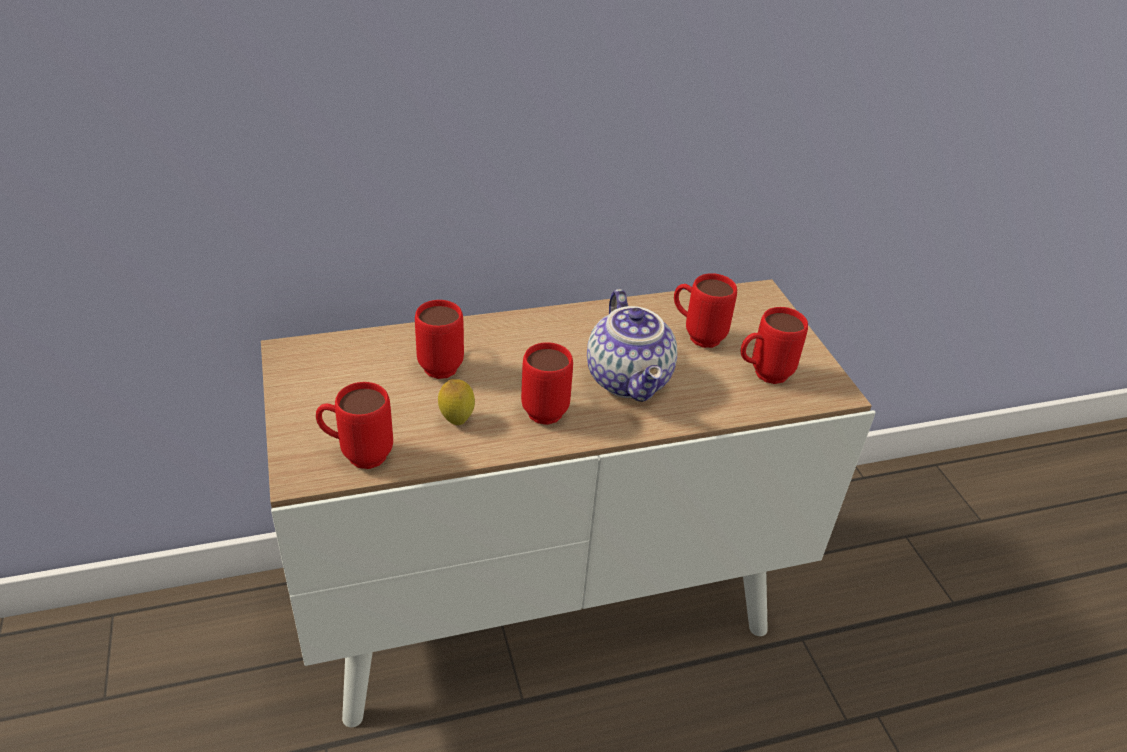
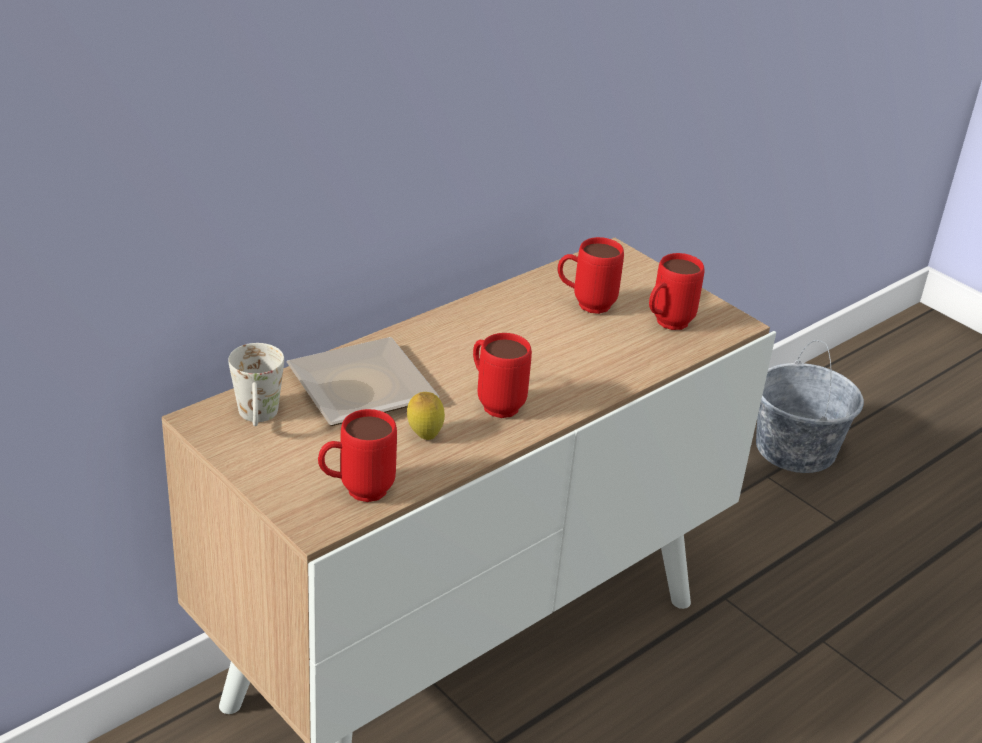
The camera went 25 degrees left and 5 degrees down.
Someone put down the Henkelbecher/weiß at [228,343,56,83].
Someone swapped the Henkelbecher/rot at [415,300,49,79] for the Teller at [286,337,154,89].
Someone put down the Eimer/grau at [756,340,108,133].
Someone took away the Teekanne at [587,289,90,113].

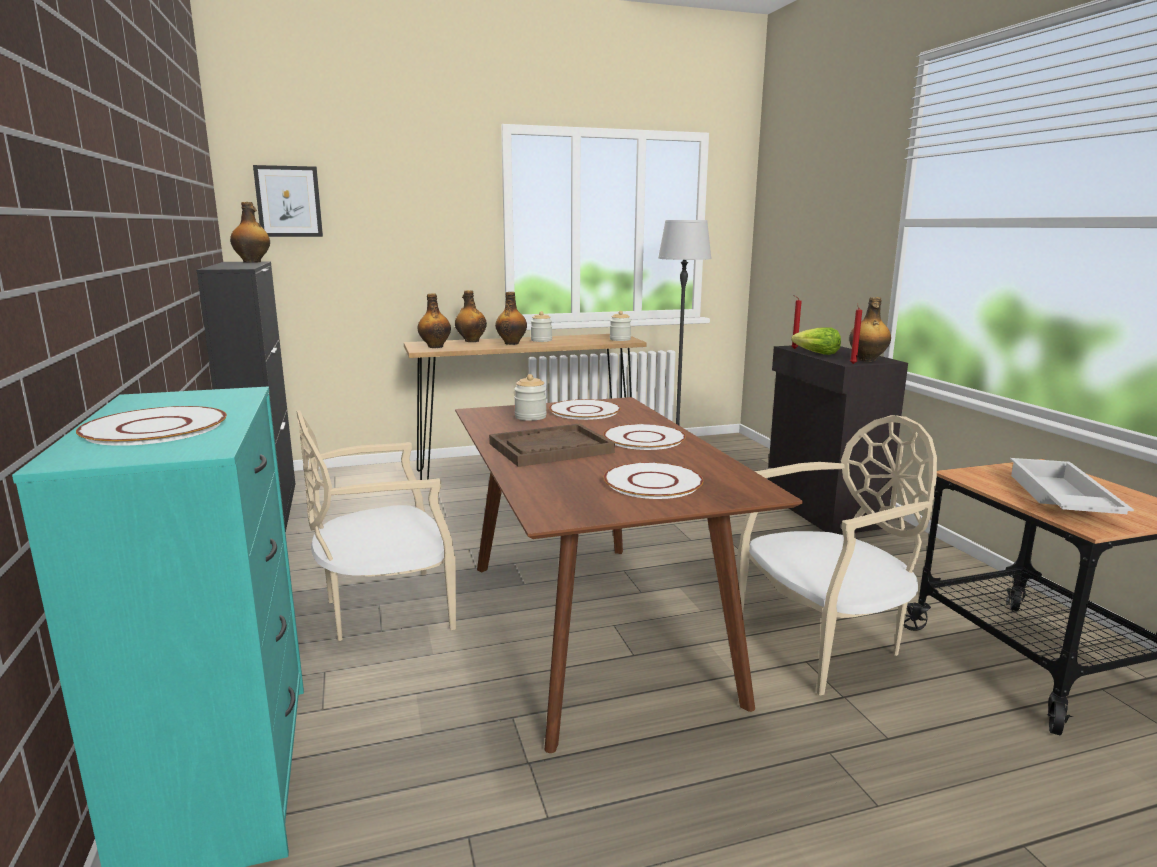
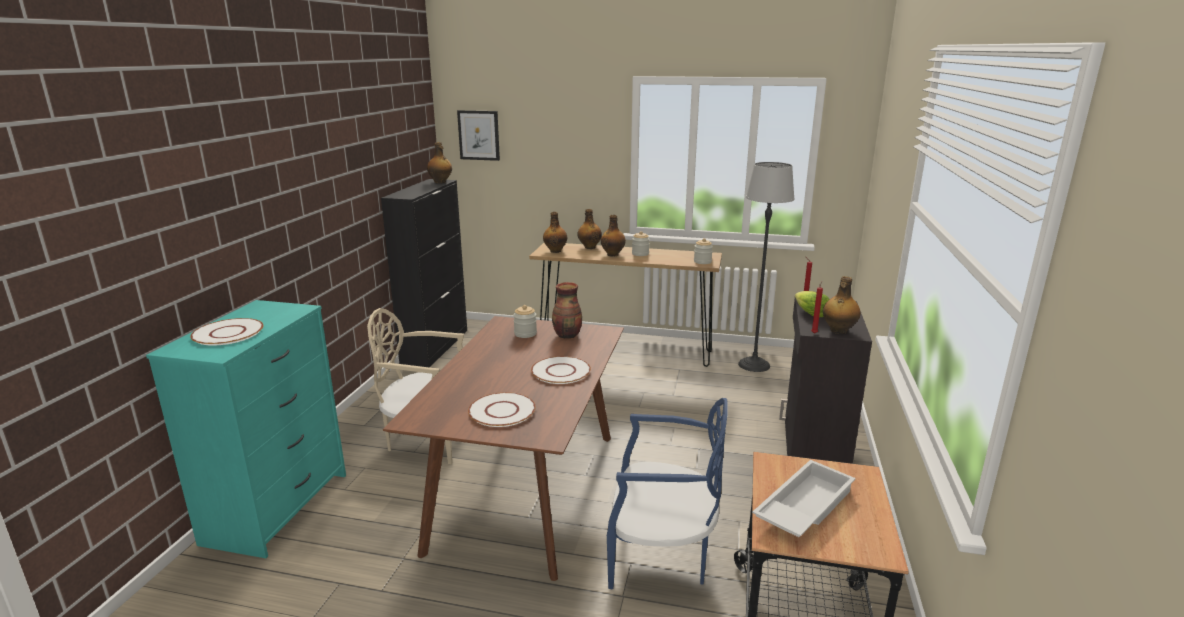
The camera went 30 degrees right and 5 degrees up.
Someone swapped the Teller/weiß at [549,399,72,21] for the Vase at [552,282,30,57].
Someone repainted the Stuhl/beige at [737,415,200,281], which became the Stuhl/blau at [607,398,121,191].
Someone took away the Tablett/braun at [489,424,126,43].

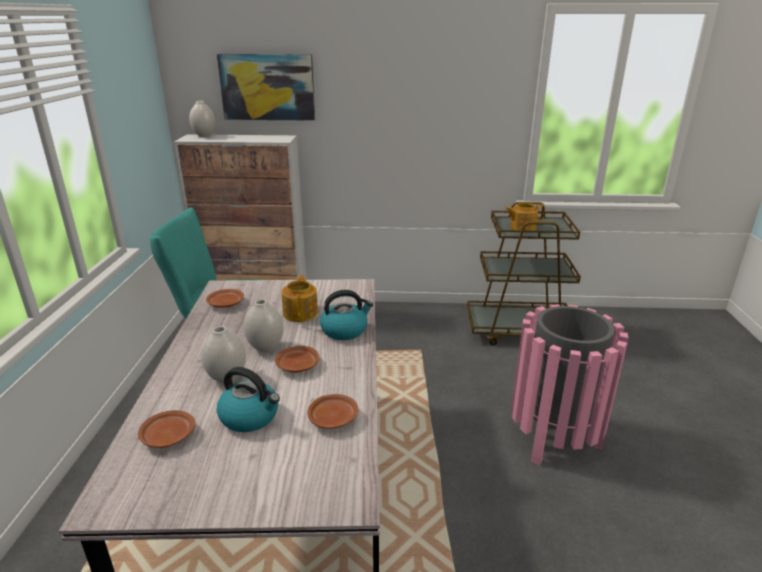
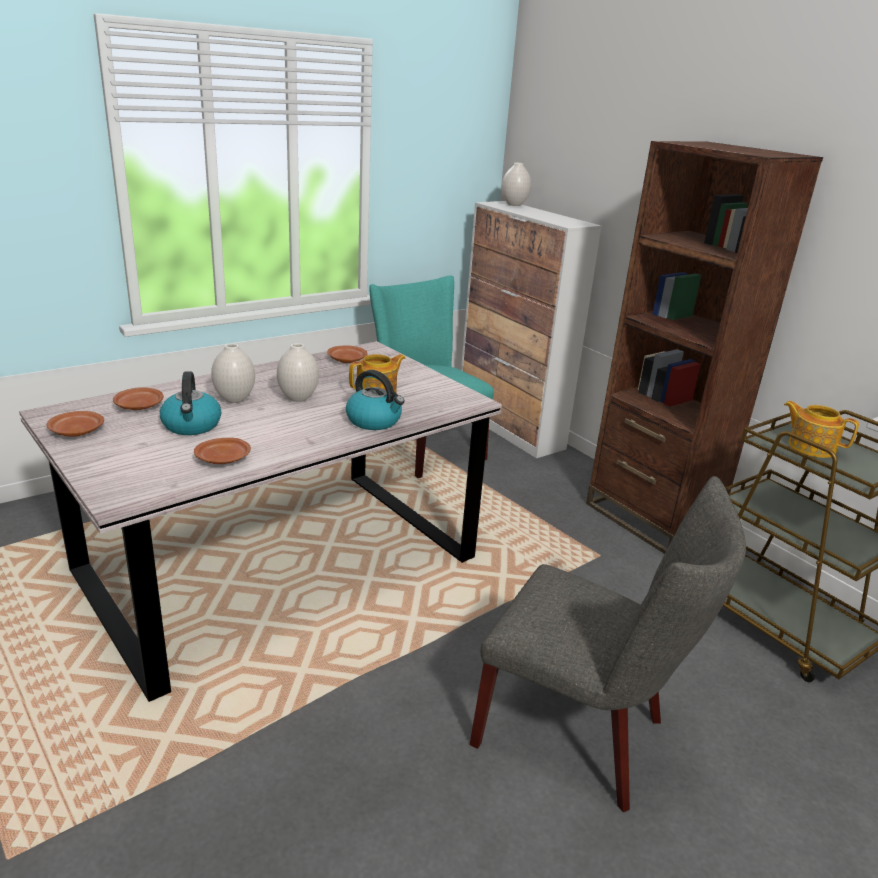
The camera went 50 degrees right and 0 degrees up.
Someone carried the Teller/braun from [275,346,44,27] to [47,411,57,26].
Someone swapped the Mülleimer/rosa at [511,304,118,162] for the Stuhl/grau at [470,476,276,336].
Someone put down the Bücherregal/braun at [586,141,237,413].
Someone took away the Bild at [217,54,98,67].

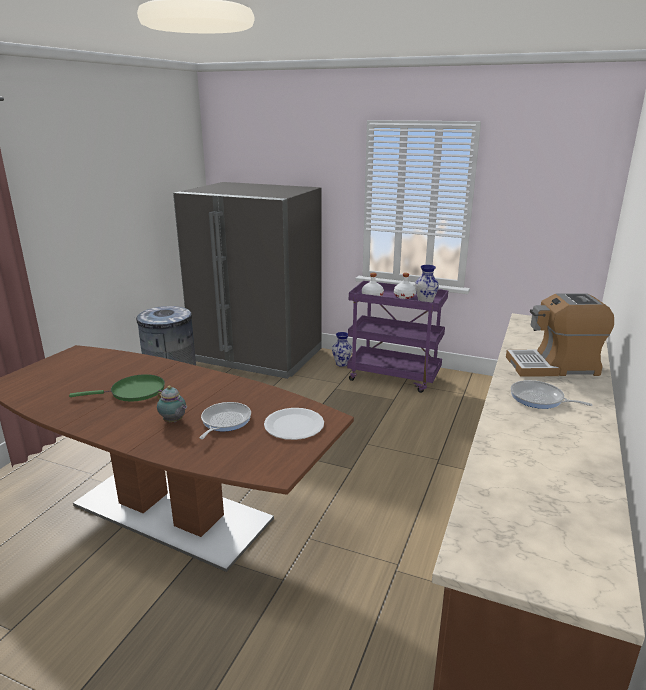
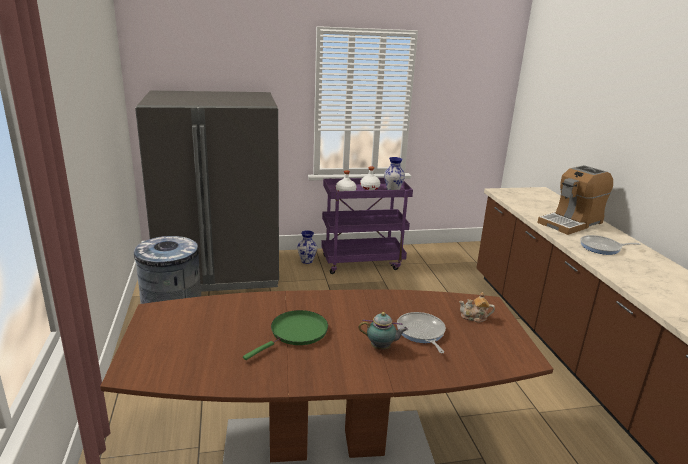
The camera went 35 degrees left and 0 degrees up.
Someone swapped the Teller/weiß at [264,408,60,32] for the Teekanne at [459,292,36,31].

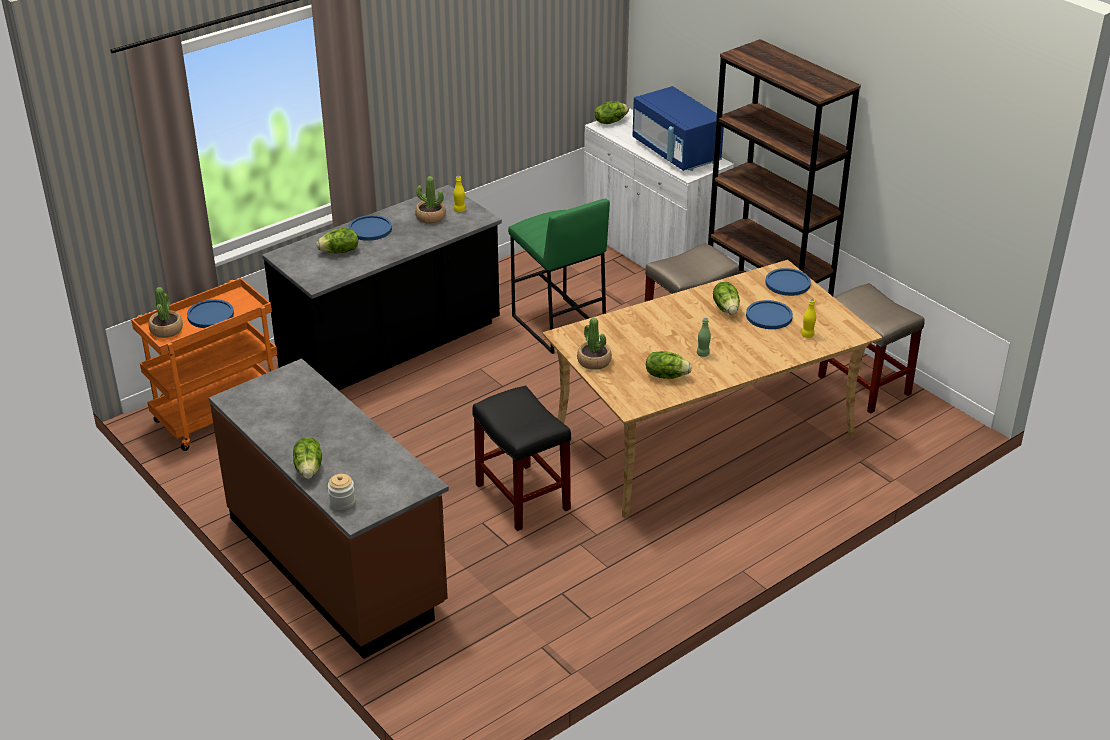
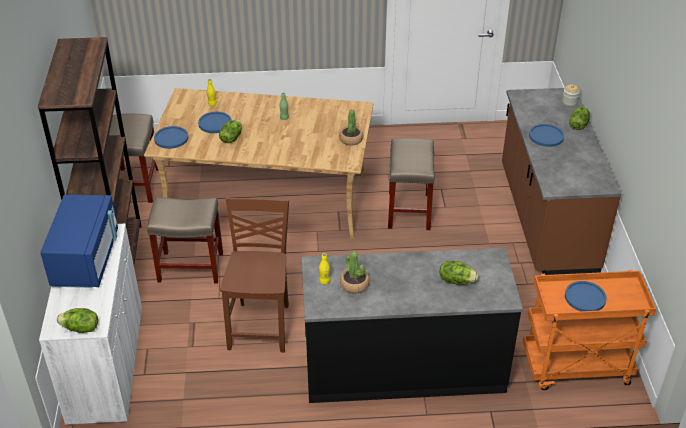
The camera went 145 degrees left and 5 degrees up.
Someone swapped the Hocker/grün at [508,199,102,155] for the Stuhl/braun at [220,197,69,156].
Someone repainted the Hocker/schwarz at [472,385,99,146], which became the Hocker/beige at [388,138,47,92].
Someone carried the Teller/blau from [348,215,44,26] to [529,124,35,23].
Someone took away the Topfpflanze at [148,287,35,51].
Someone took away the Salatkopf at [646,351,46,28].

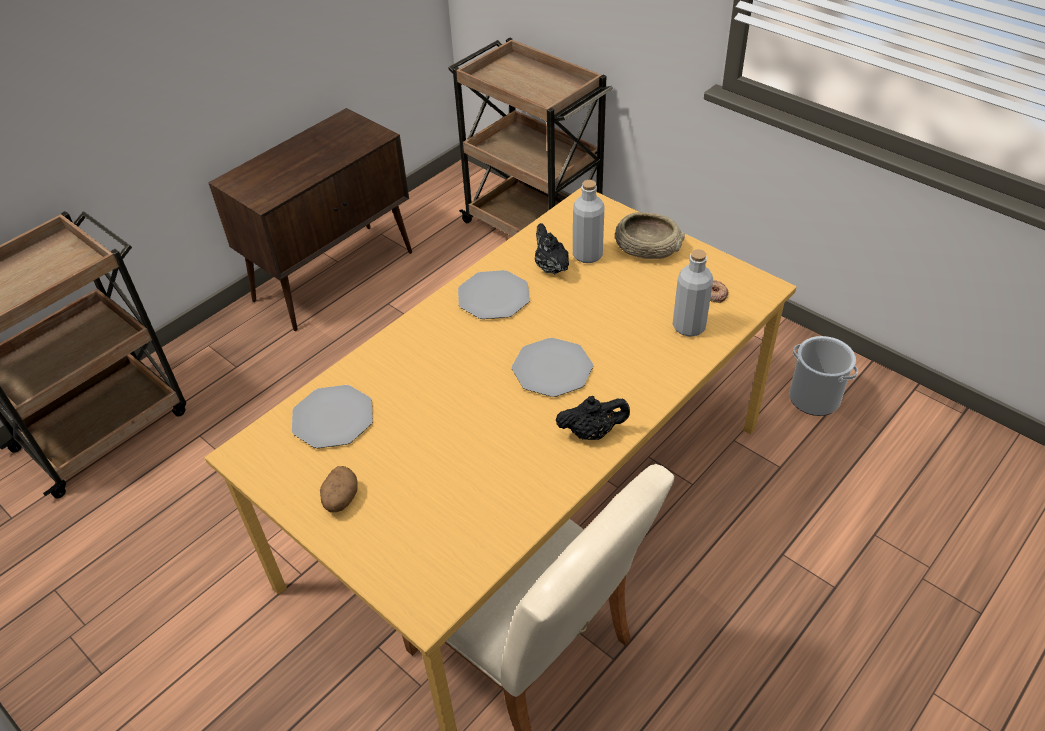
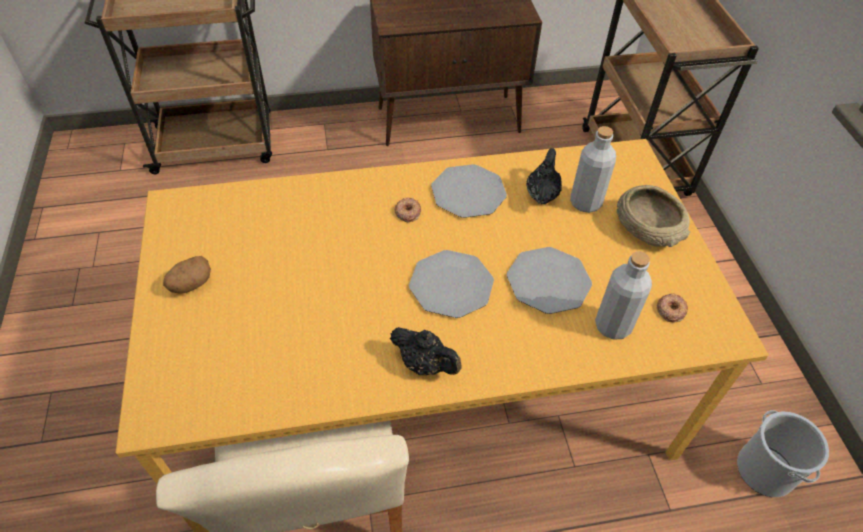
The camera went 35 degrees right and 5 degrees up.
Someone put down the Donut at [395,197,26,25].
Someone carried the Teller from [292,385,81,63] to [507,247,85,67].

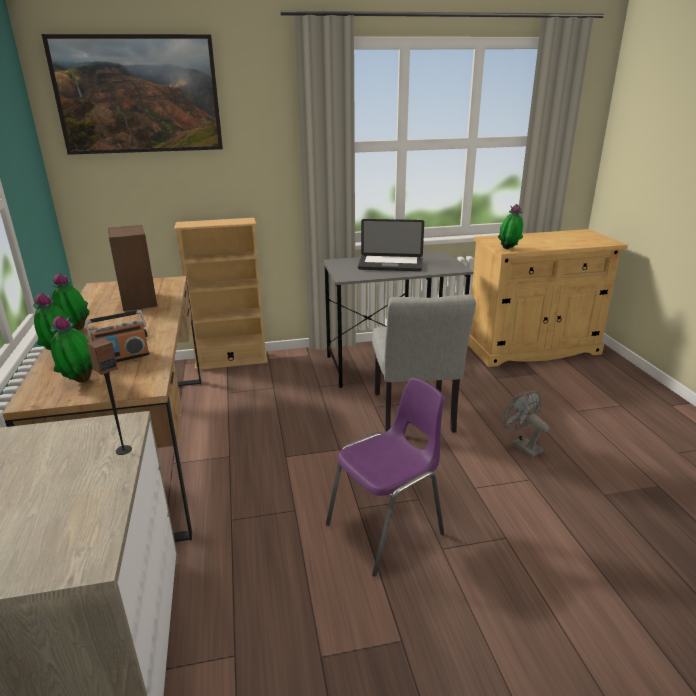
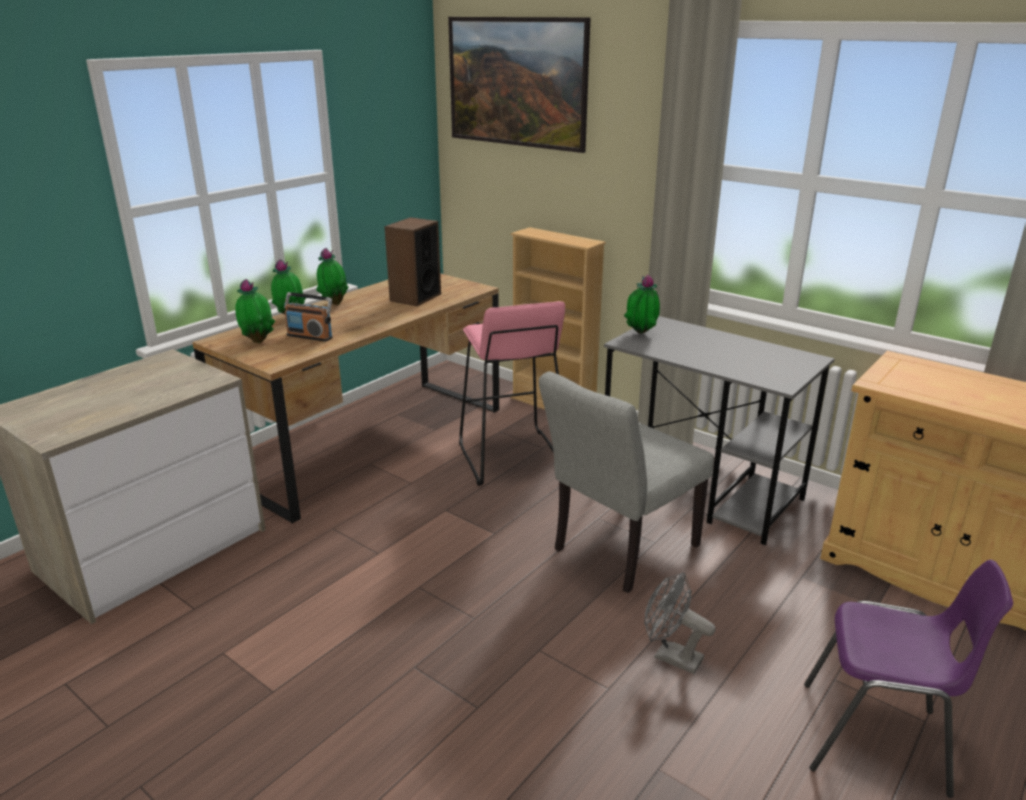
The camera went 50 degrees right and 0 degrees up.
Someone put down the Hocker/rosa at [459,301,106,185].
Someone carried the Topfpflanze from [498,204,25,45] to [624,275,36,58].
Someone rotated the Ventilator/grau at [504,390,45,67] by 75 degrees counterclockwise.
Someone carried the Stuhl/lila from [326,377,119,199] to [804,560,209,238].
Someone took away the Lautsprecher at [87,338,45,117].
Someone took away the Laptop at [358,219,66,52].

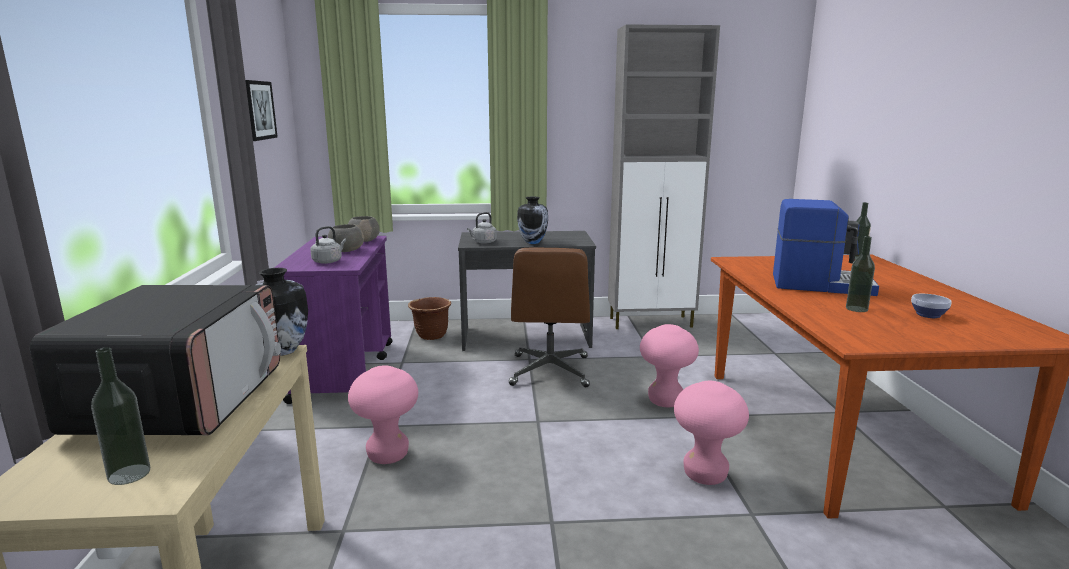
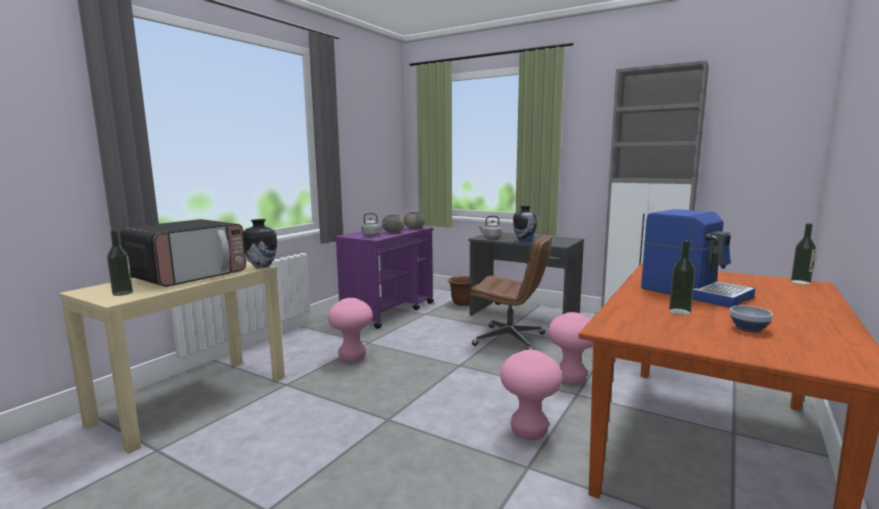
The camera went 35 degrees right and 5 degrees down.
Someone rotated the Bürostuhl/braun at [509,247,81,140] by 105 degrees counterclockwise.
Someone took away the Bild at [245,80,33,61].

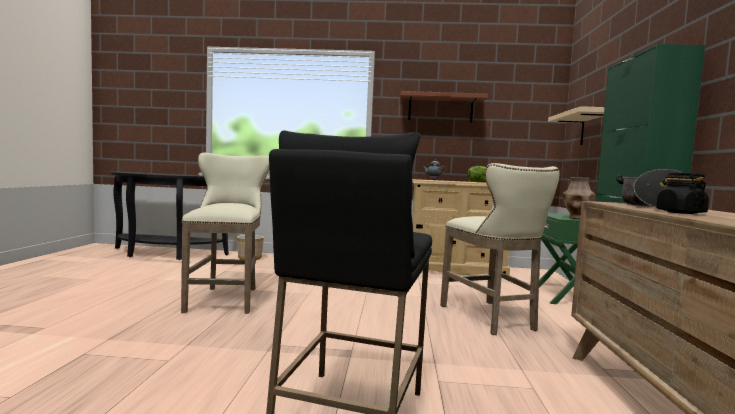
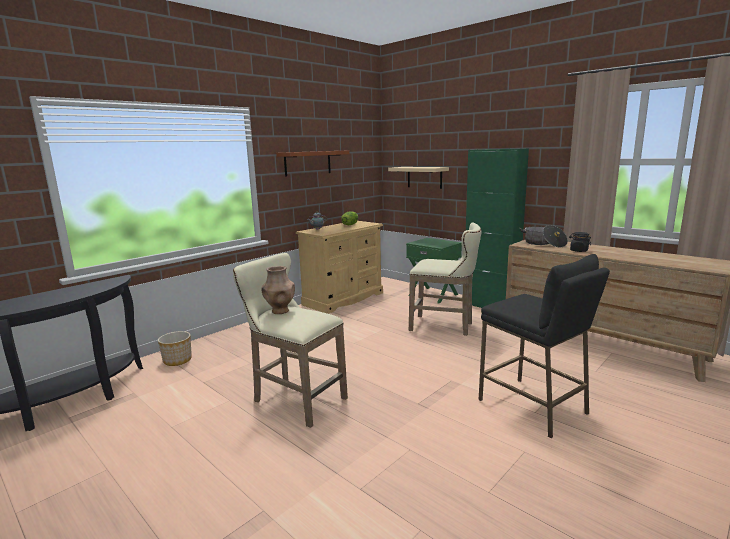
The camera went 50 degrees left and 10 degrees up.
Someone carried the Vase/braun from [563,177,33,42] to [261,266,34,48].

